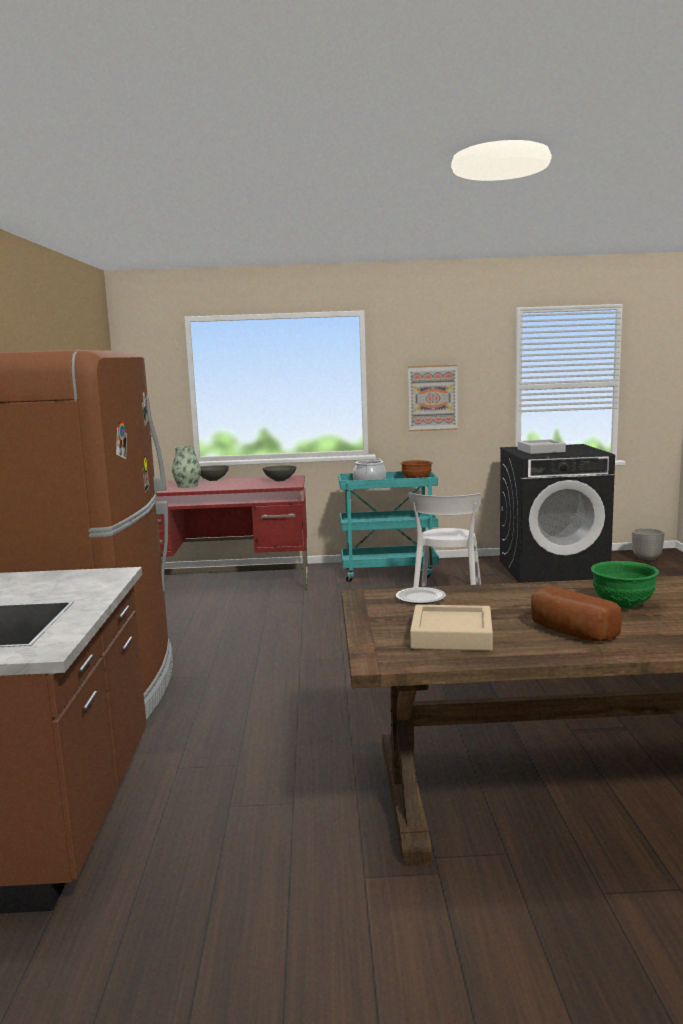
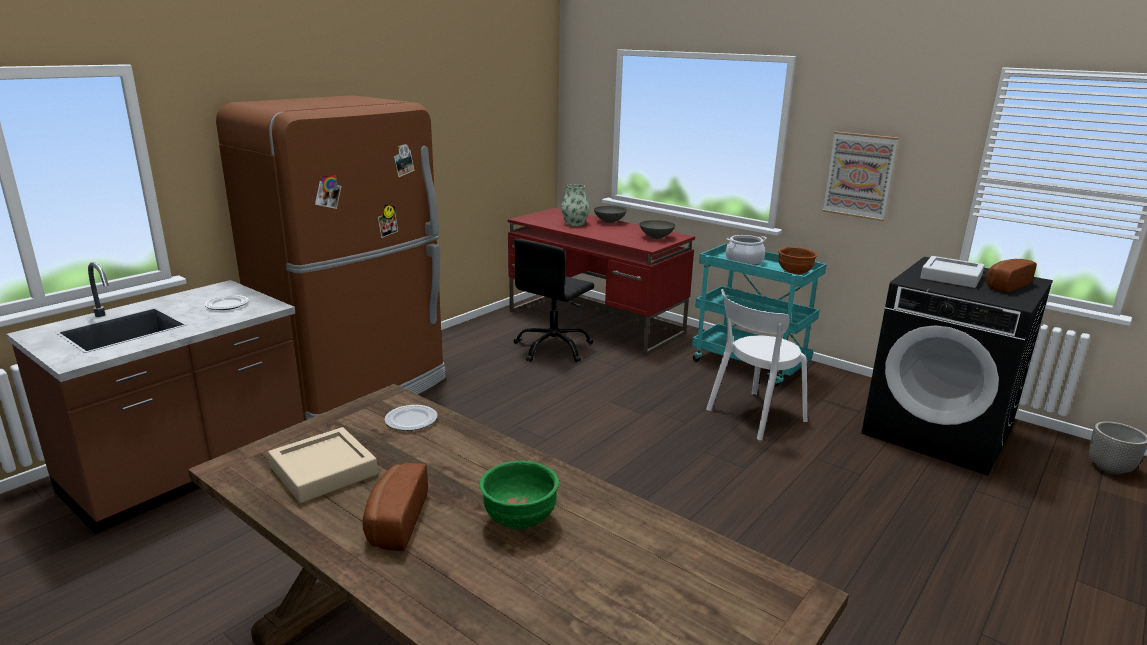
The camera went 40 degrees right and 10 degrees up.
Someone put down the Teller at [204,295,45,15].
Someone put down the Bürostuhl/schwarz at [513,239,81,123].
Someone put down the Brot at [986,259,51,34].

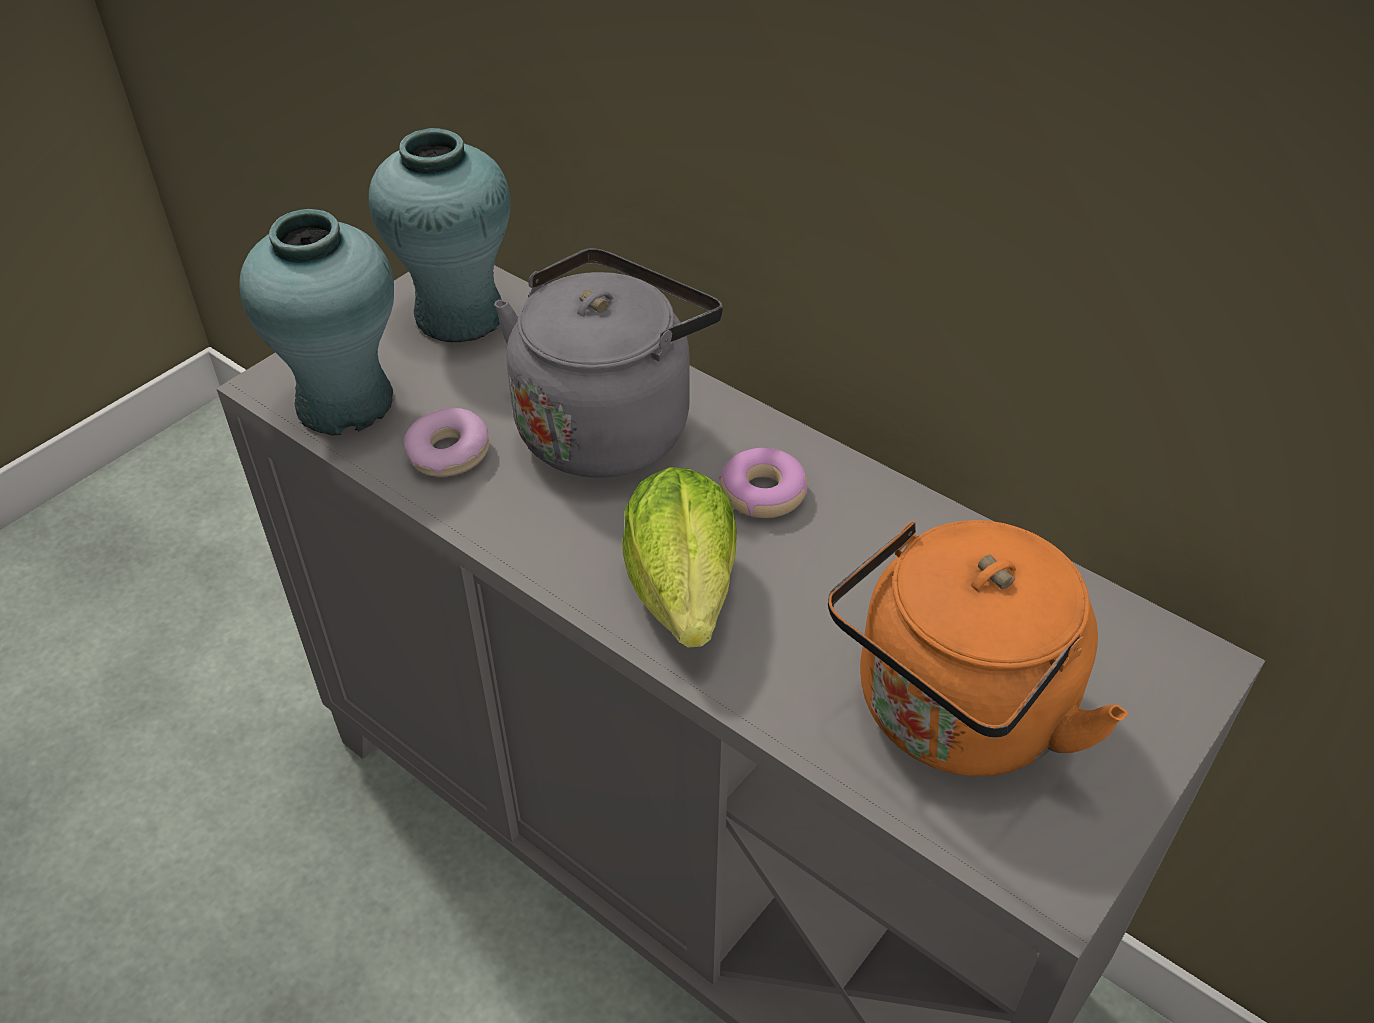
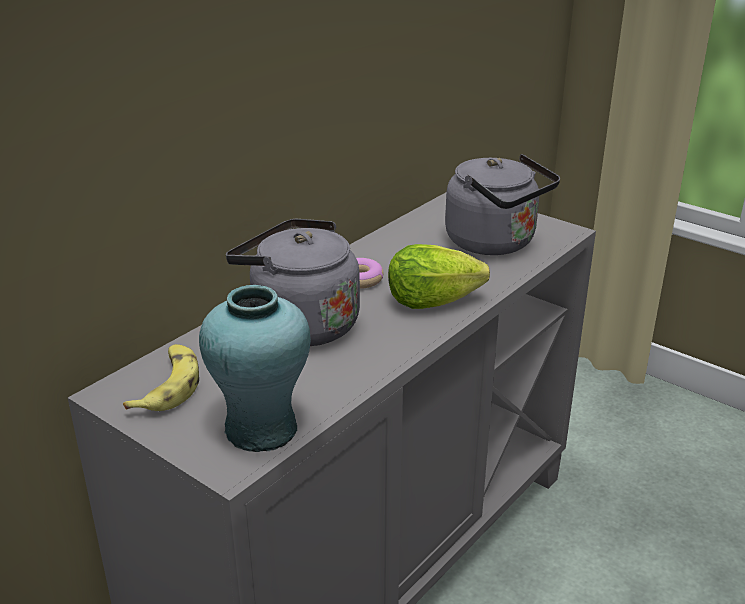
The camera went 90 degrees left and 15 degrees down.
Someone swapped the Vase/türkis at [368,128,143,214] for the Banane at [123,344,76,67].
Someone repainted the Wasserkessel/orange at [828,520,300,257], which became the Wasserkessel/grau at [445,154,115,101].
Someone took away the Donut at [404,408,85,69].

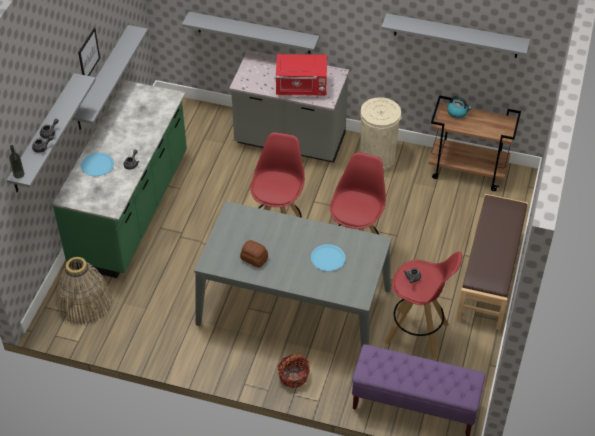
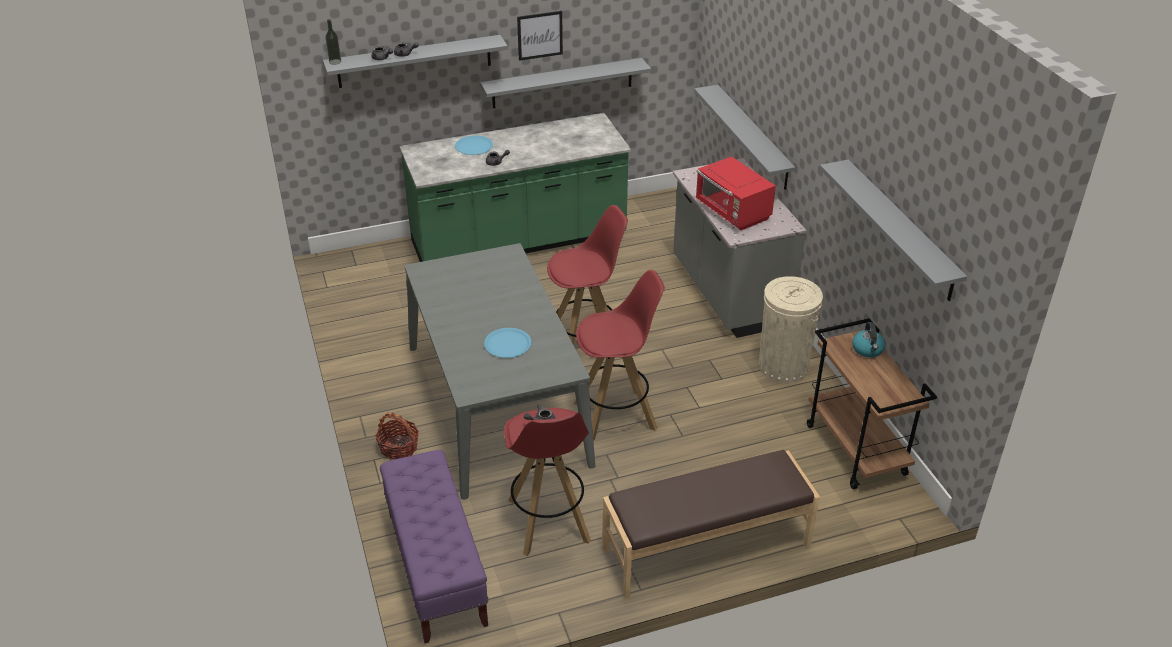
The camera went 55 degrees right and 10 degrees down.
Someone took away the Korb at [56,257,57,68].
Someone took away the Brot at [240,240,28,28].

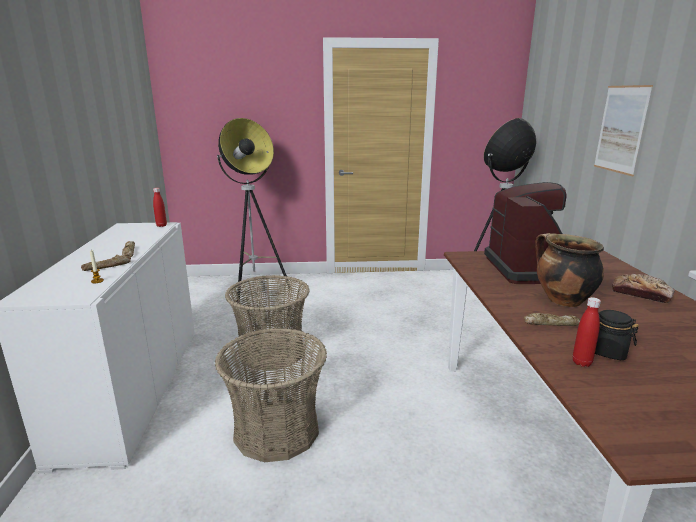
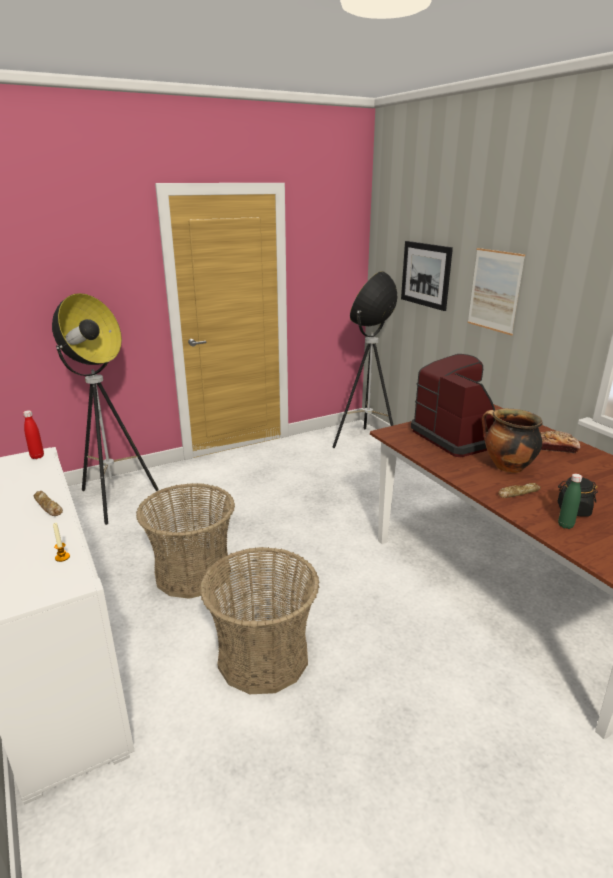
The camera went 25 degrees left and 5 degrees up.
Someone put up the Bild at [401,241,52,70].
Someone repainted the Flasche/rot at [573,297,28,70], which became the Flasche/grün at [558,474,24,55].
Someone took away the Brot at [81,255,50,16].

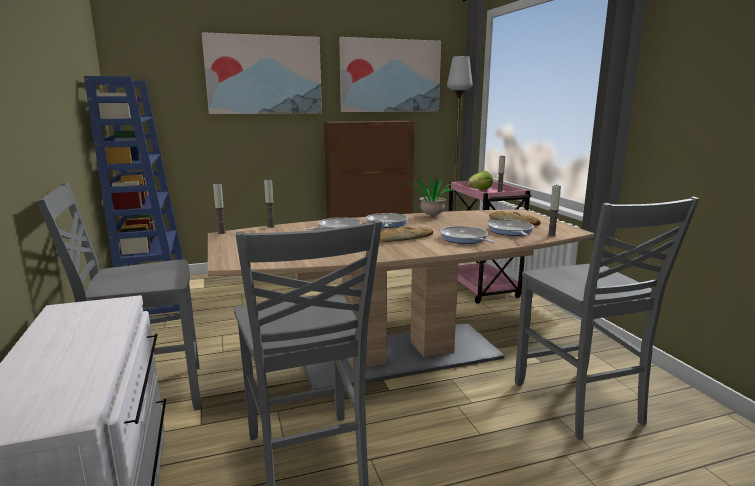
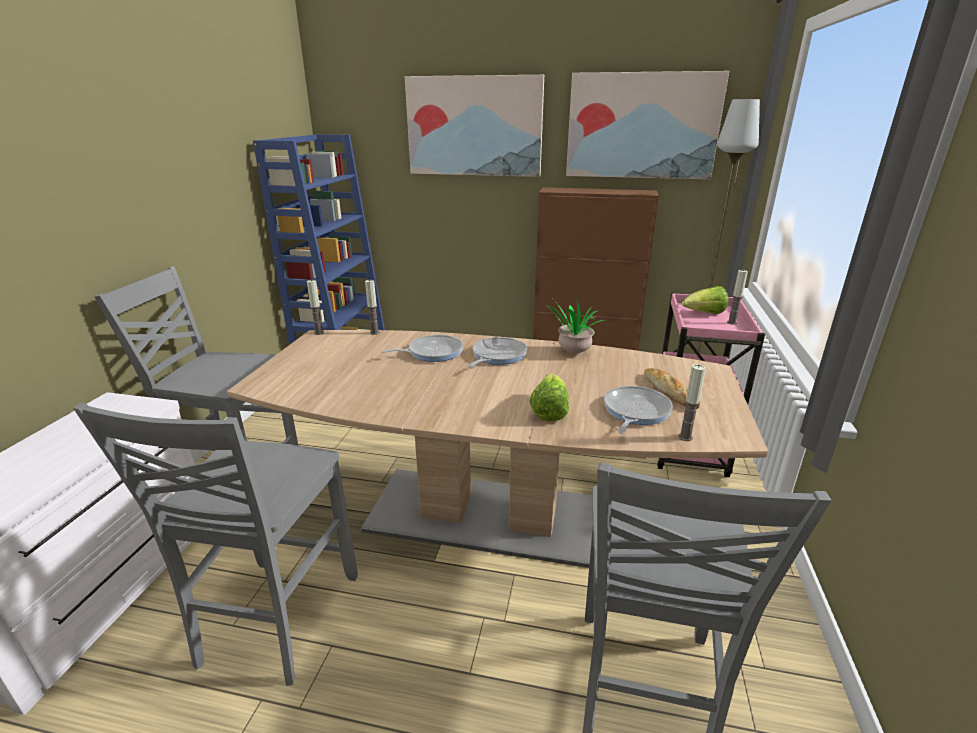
The camera went 30 degrees right and 10 degrees up.
Someone swapped the Pfanne at [440,226,55,18] for the Salatkopf at [529,374,40,47].
Someone took away the Brot at [380,227,53,15].

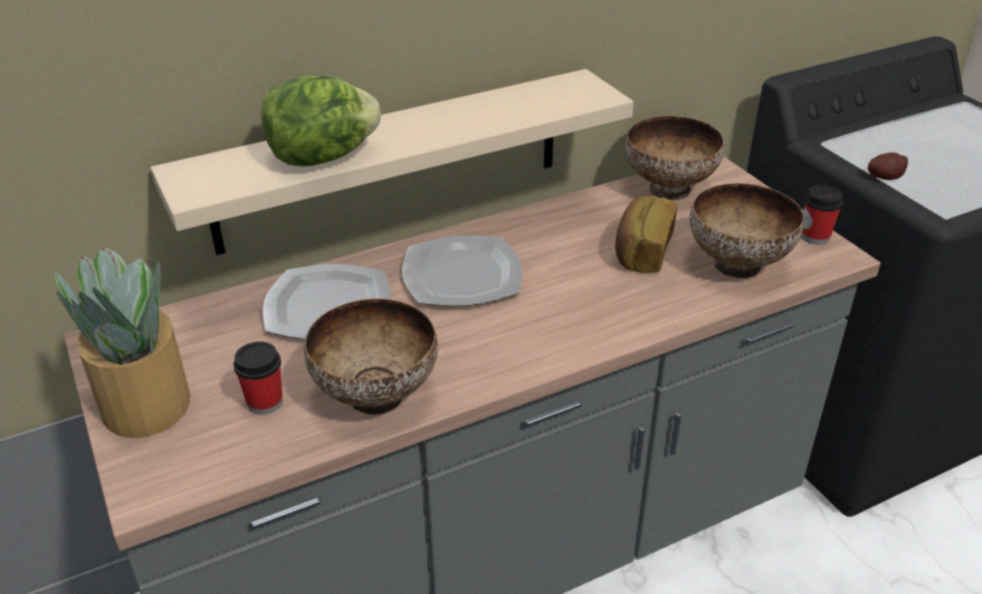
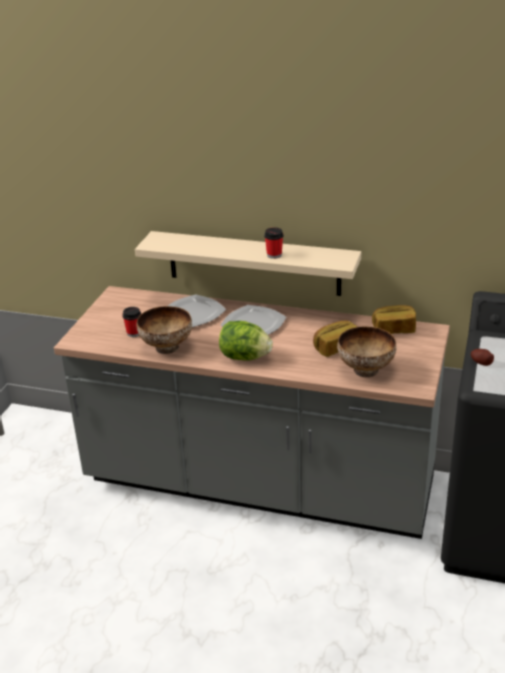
The camera went 45 degrees right and 5 degrees down.
Someone carried the Salatkopf from [261,76,120,91] to [219,321,54,40].
Someone carried the Tasse from [801,185,42,60] to [264,228,19,31].
Someone swapped the Schüssel at [625,115,100,85] for the Brot at [372,305,44,29].
Someone took away the Topfpflanze at [55,247,135,191].

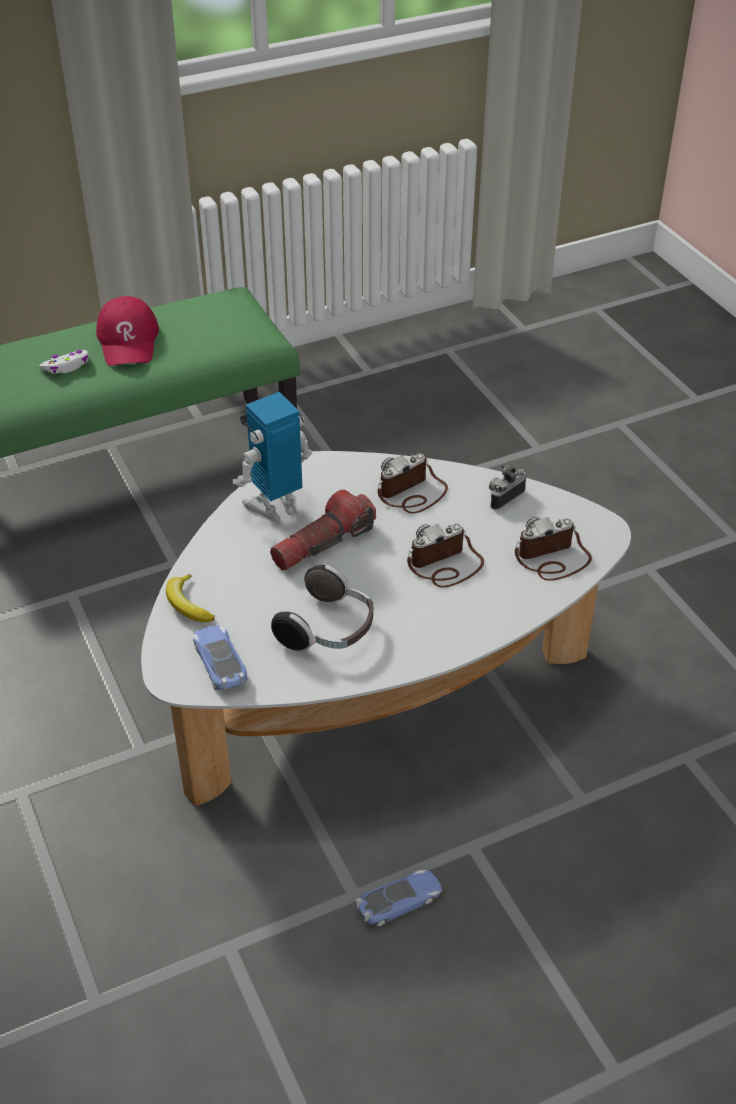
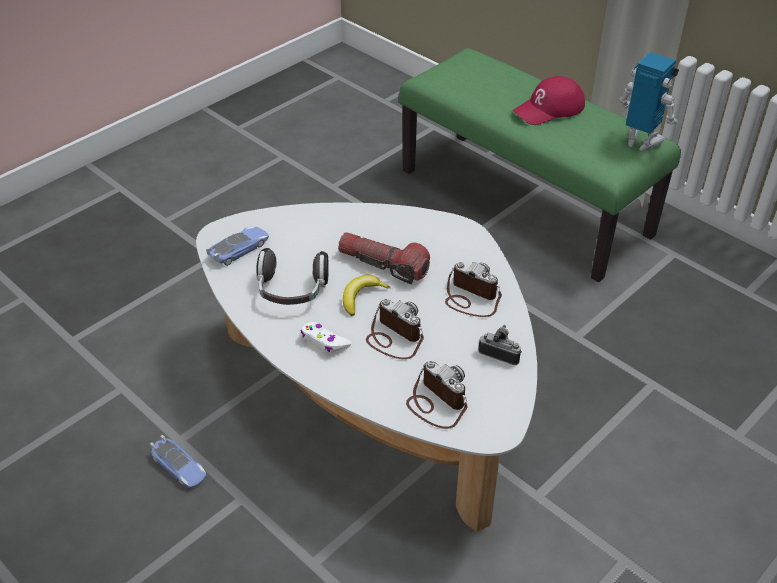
The camera went 70 degrees right and 0 degrees up.
Someone carried the Gamepad/weiß from [39,350,50,24] to [301,322,50,31].
Someone carried the Banane from [166,574,49,48] to [343,275,48,41].
Someone carried the Spielzeugroboter from [233,392,79,129] to [619,52,60,99].

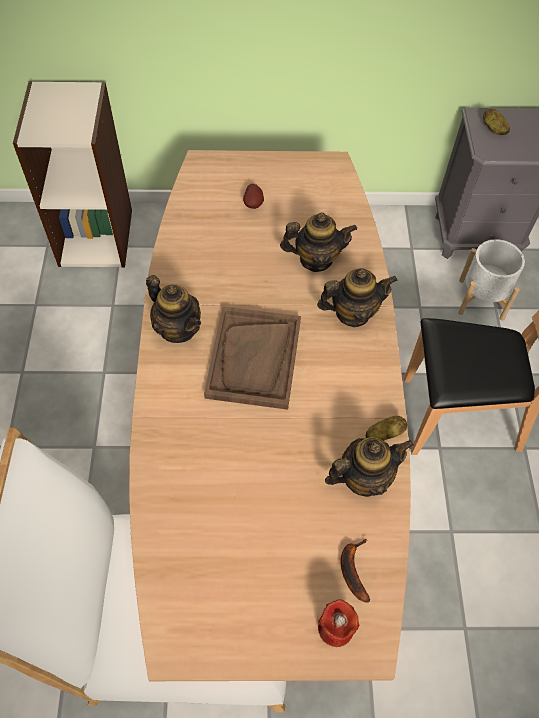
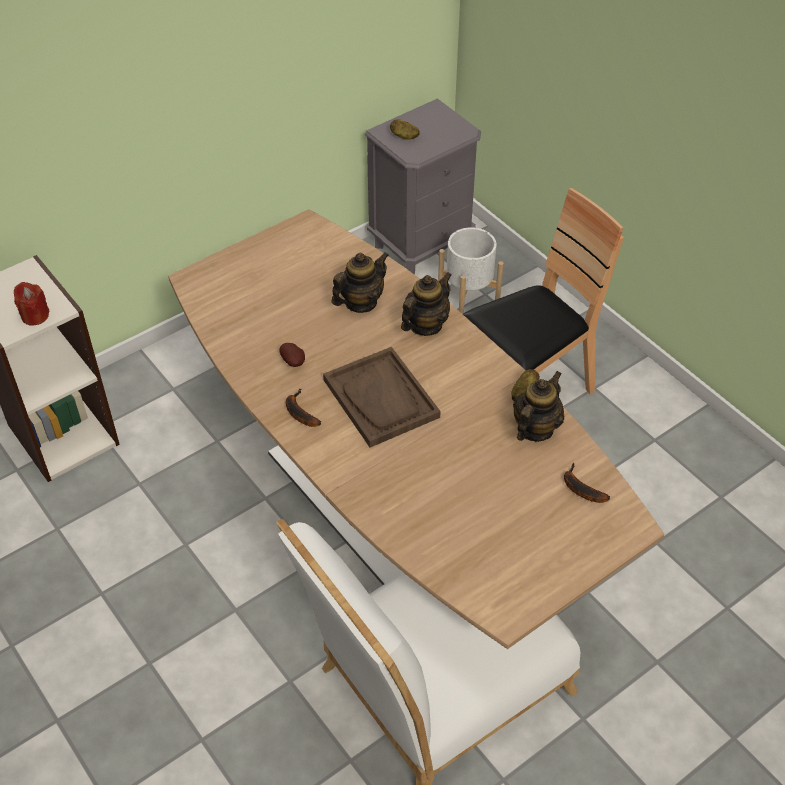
The camera went 35 degrees left and 10 degrees down.
Someone carried the Kerze/rot from [318,599,41,48] to [14,282,36,43].
Someone carried the Kartoffel from [243,184,21,25] to [279,343,26,24].
Someone swapped the Teekanne at [146,275,55,68] for the Banane at [286,388,35,39].

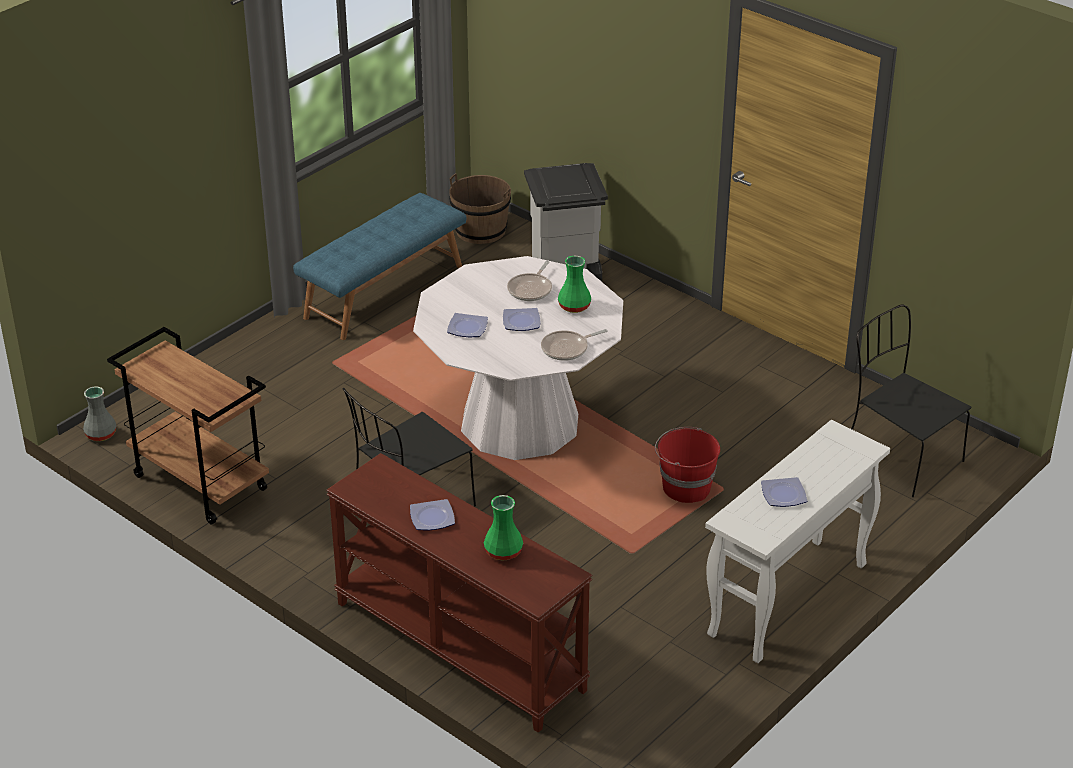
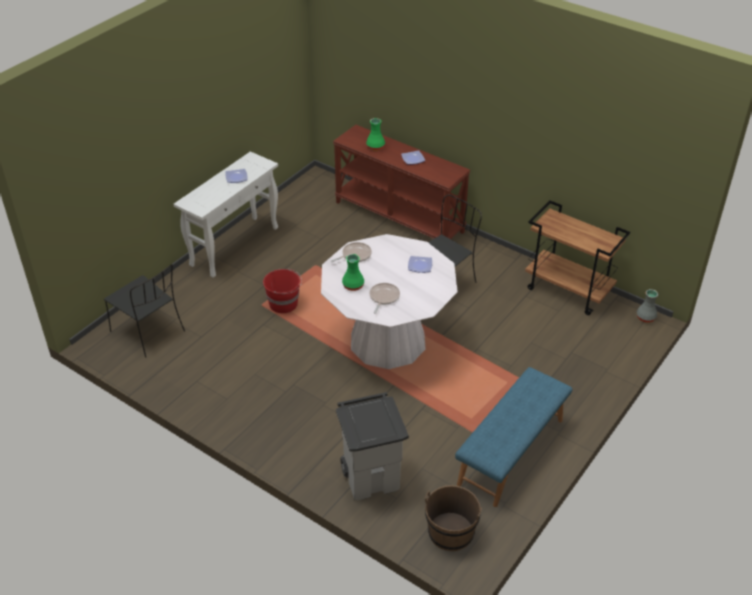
The camera went 175 degrees right and 5 degrees up.
Someone took away the Teller at [503,308,37,23].

